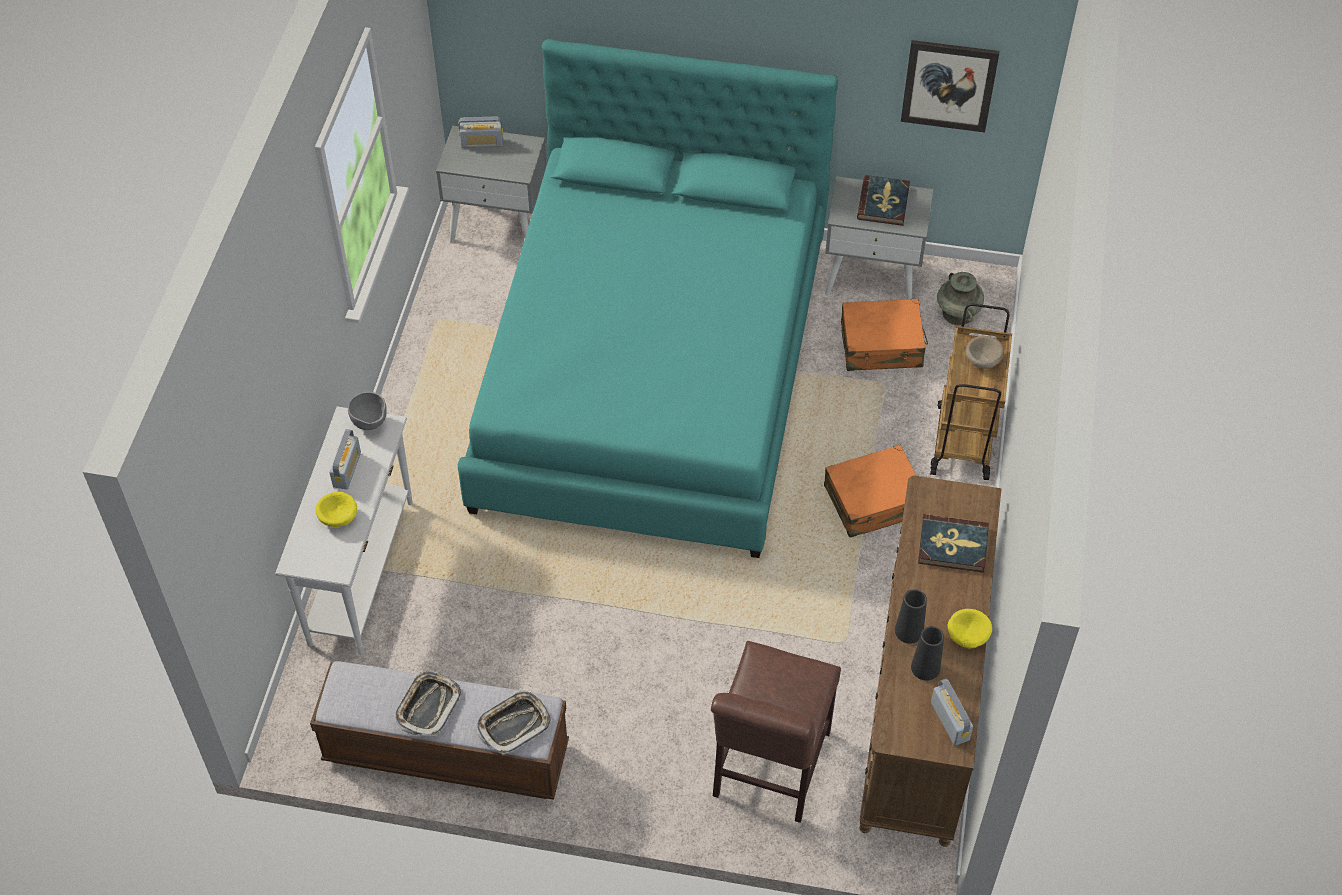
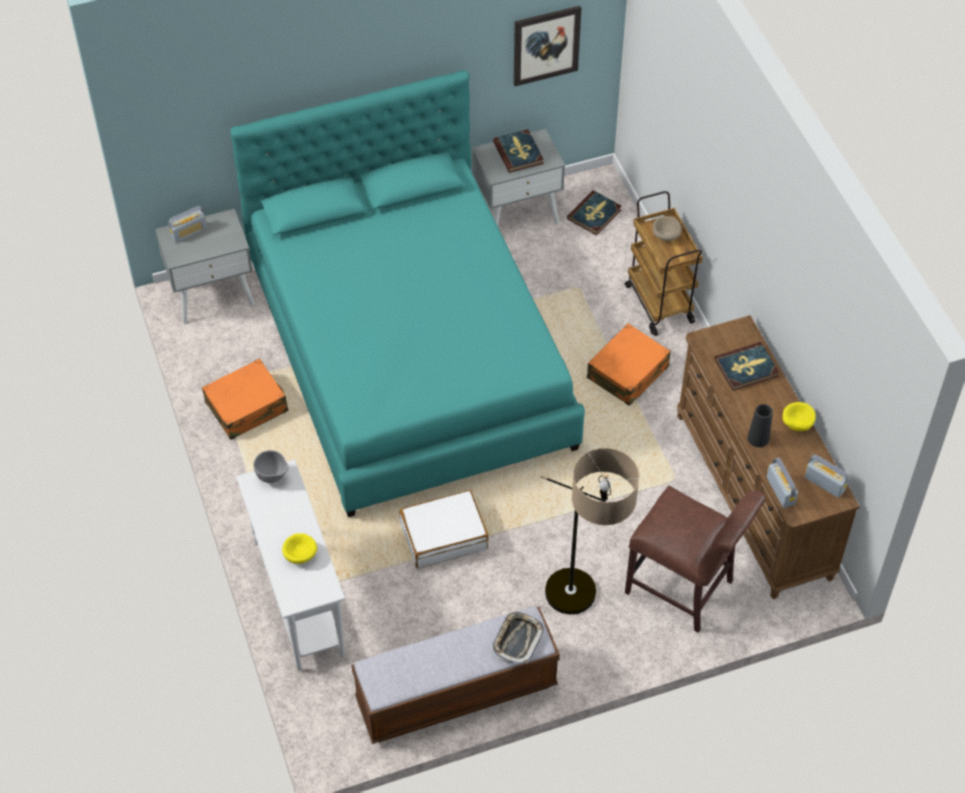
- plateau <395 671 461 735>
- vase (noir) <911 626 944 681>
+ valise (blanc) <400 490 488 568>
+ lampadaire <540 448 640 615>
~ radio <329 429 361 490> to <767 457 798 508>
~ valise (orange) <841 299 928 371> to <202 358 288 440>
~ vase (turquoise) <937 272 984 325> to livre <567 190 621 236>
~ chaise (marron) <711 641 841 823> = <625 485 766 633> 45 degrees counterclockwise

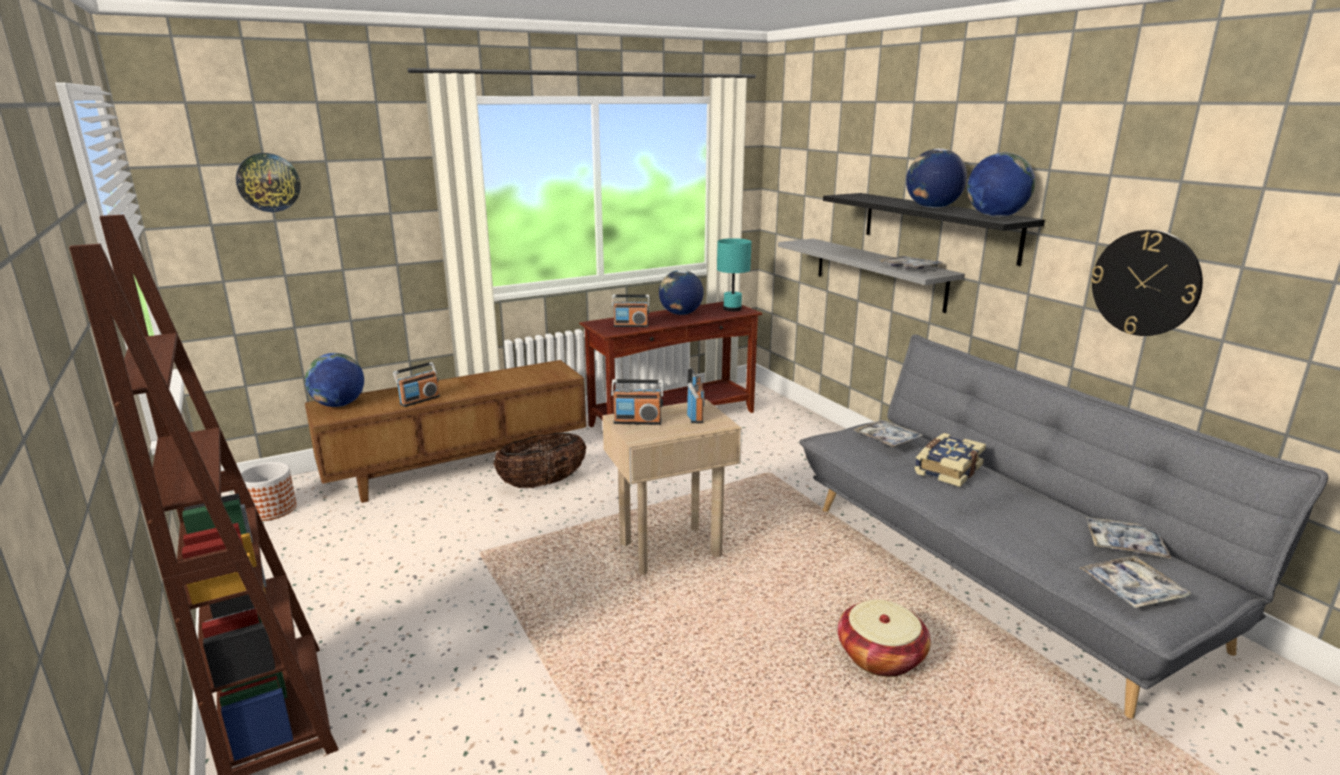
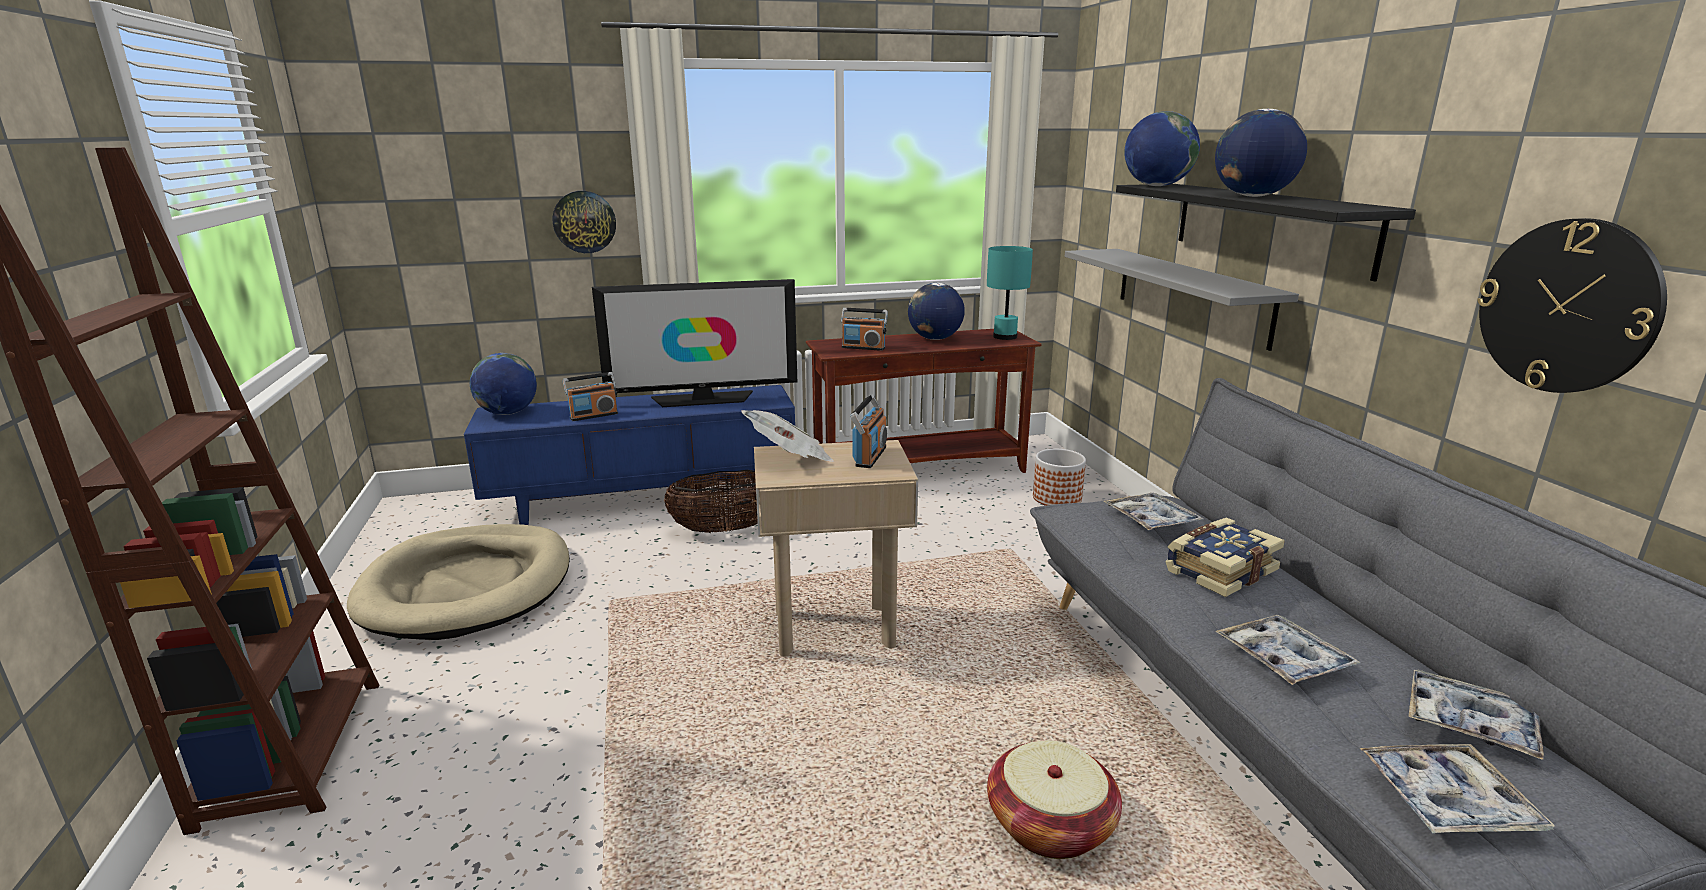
+ panier pour chien (beige) <347 524 570 640>
+ téléviseur <592 279 797 407>
~ horloge murale <236 153 301 212> to <553 191 616 253>
~ cache-pot <241 462 297 521> to <1033 449 1086 506>
~ plateau <880 256 943 270> to <1215 615 1360 685>
~ globe <967 153 1035 217> to <1124 111 1200 186>
~ radio <611 379 664 425> to journal <741 410 834 462>
~ meuble télé (marron) <305 360 586 503> to meuble télé (bleu) <464 385 795 525>

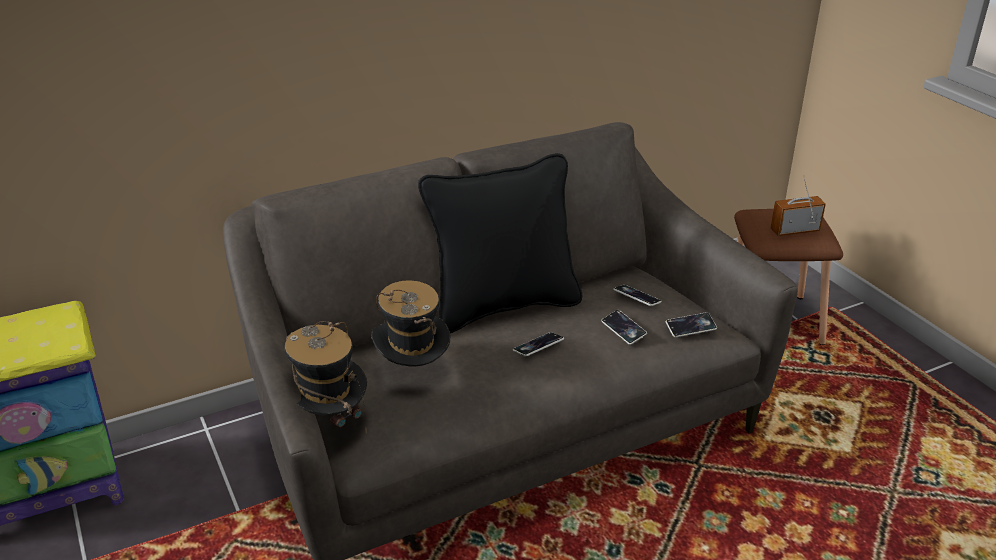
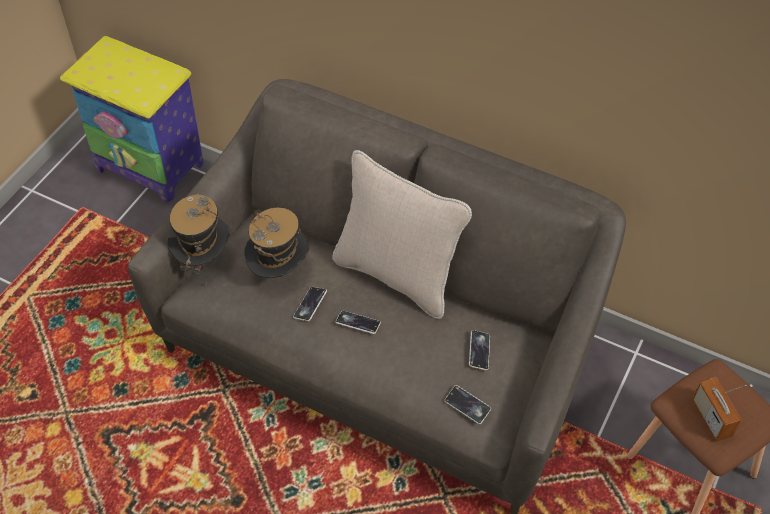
~ téléphone <601 310 647 345> to <293 287 327 321>
~ coussin (noir) <418 153 582 333> to coussin (beige) <332 150 472 319>
~ radio <770 175 826 236> = <692 377 747 441> 150 degrees counterclockwise

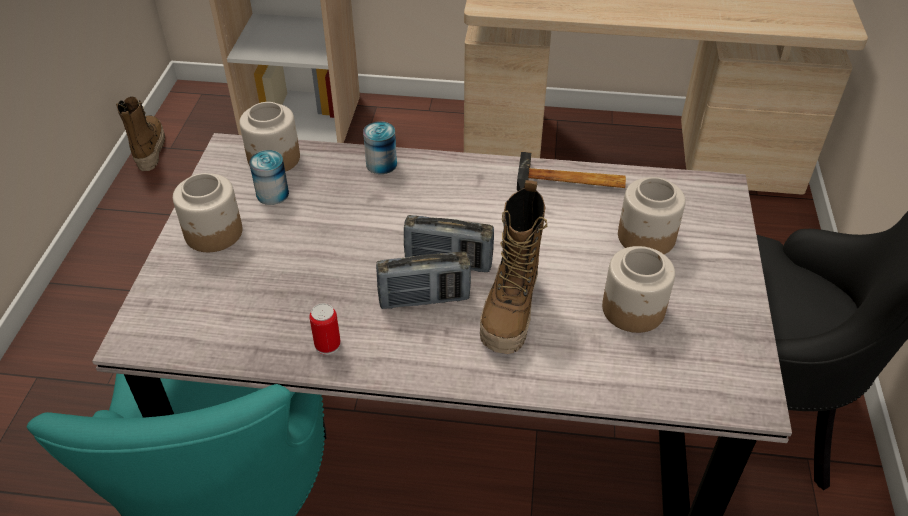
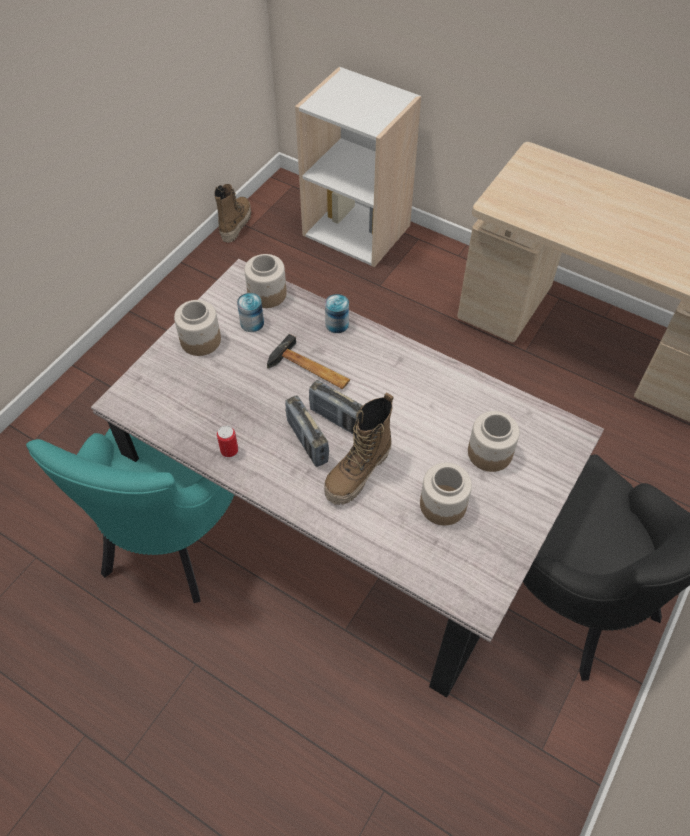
~ marteau <517 152 626 191> to <267 334 350 389>
~ radio <376 252 471 309> = <285 395 329 467> 45 degrees clockwise

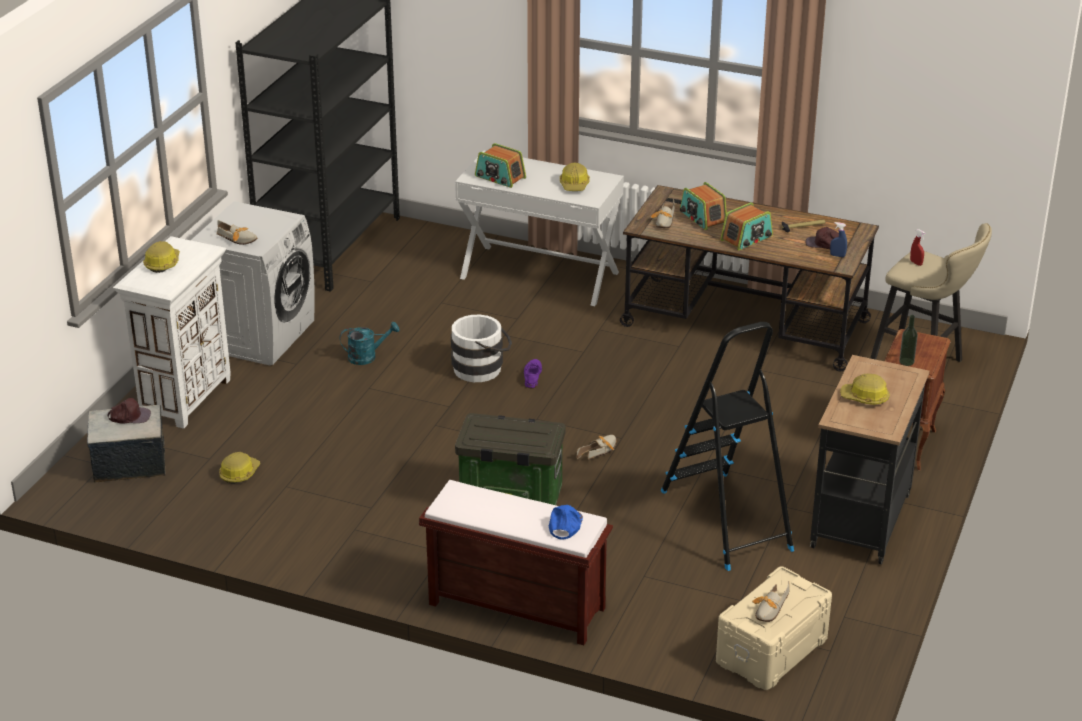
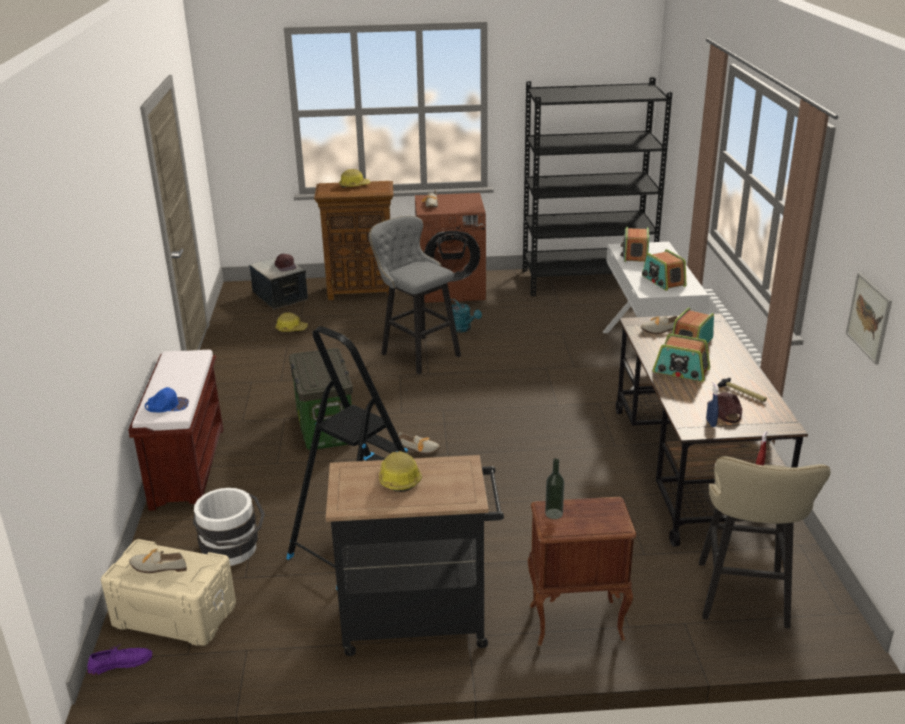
+ tabouret (gris) <368 216 461 374>
+ tableau <846 273 892 365>
~ seau (blanc) <451 315 512 382> to <193 488 265 566>
~ chaussure (violet) <524 359 542 388> to <87 644 153 675>
~ casque de chantier <560 163 590 191> to radio <642 249 686 291>
~ meuble de rangement (blanc) <113 236 230 429> to meuble de rangement (marron) <314 181 393 301>
~ lave-linge (blanc) <191 201 315 366> to lave-linge (marron) <415 193 486 303>

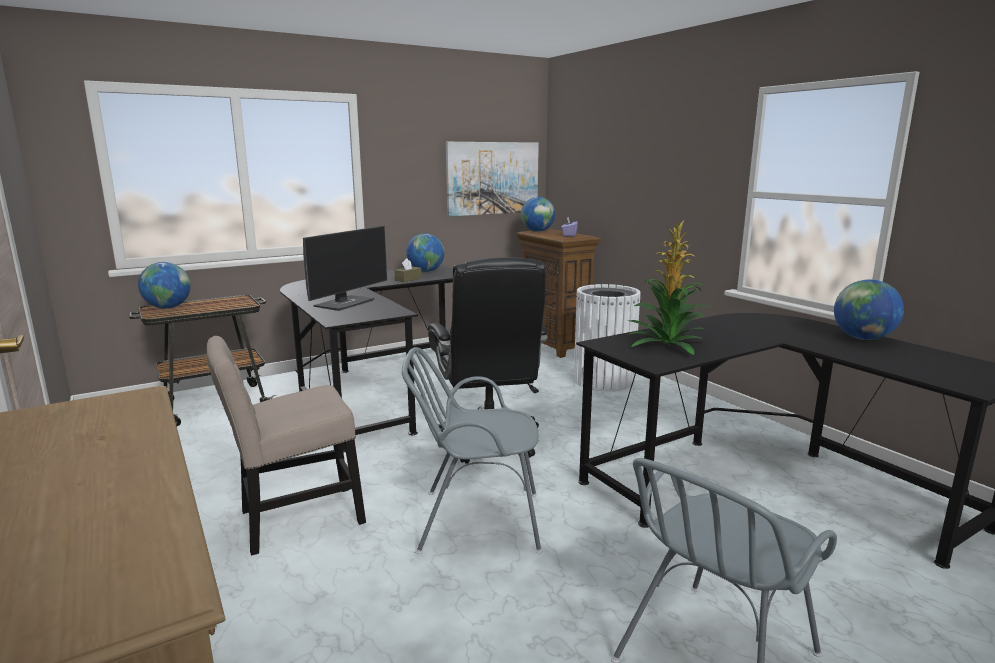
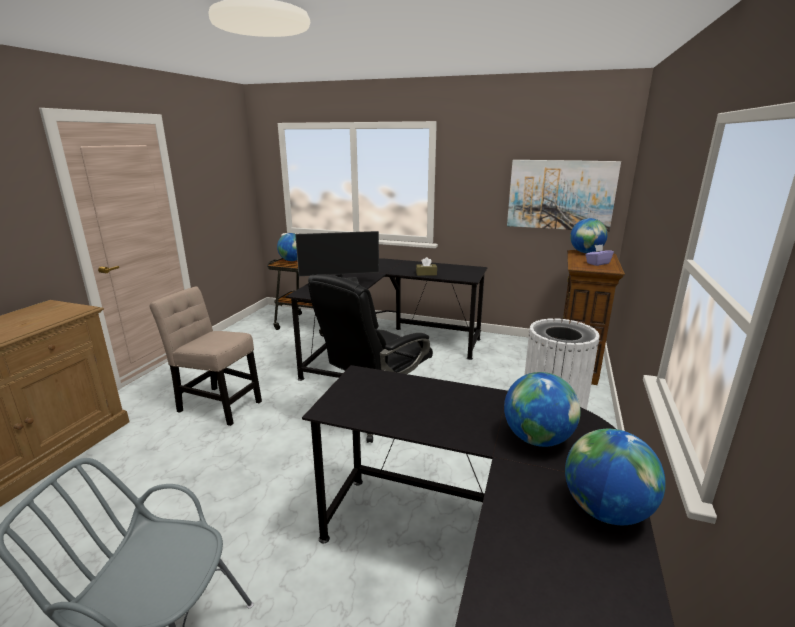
- chaise (gris) <402 347 542 554>
- plante en pot <628 220 712 355>
~ globe <406 233 444 272> to <504 372 581 447>

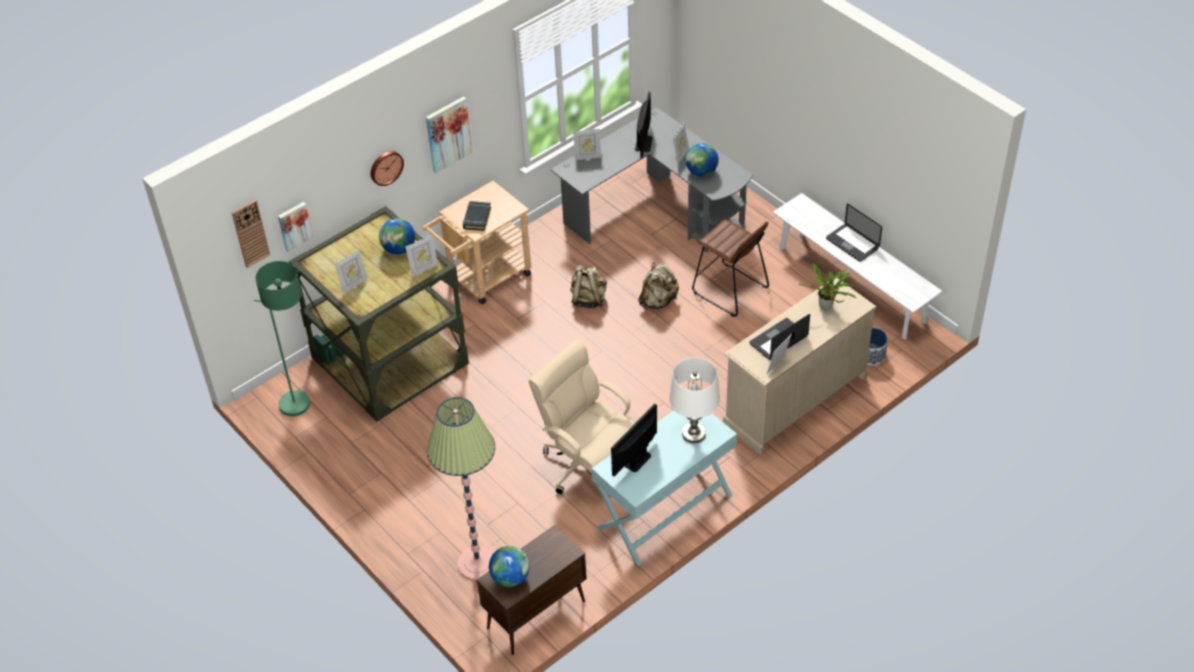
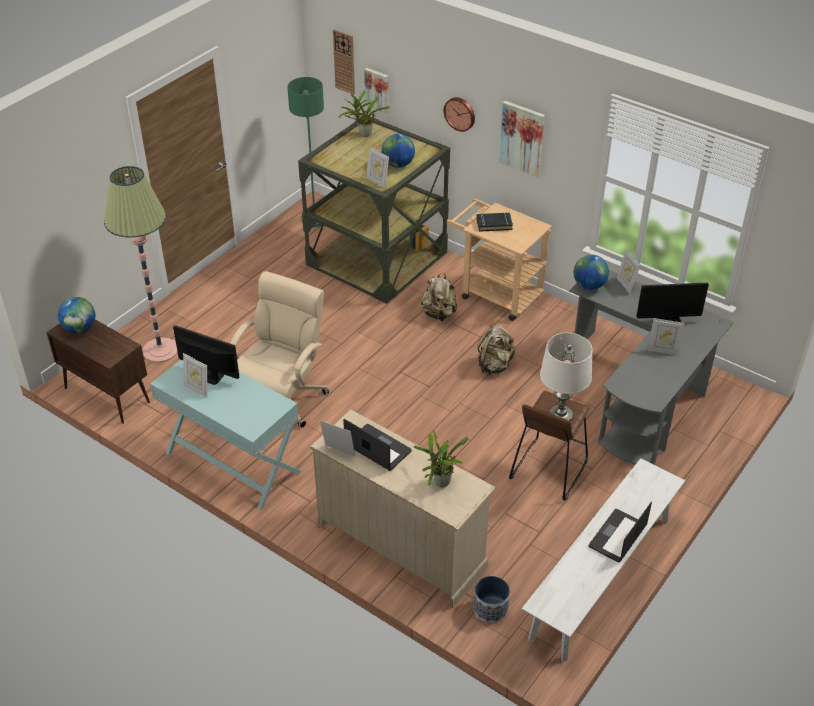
+ plante en pot <338 91 390 137>
~ cadre photo <335 250 368 294> to <183 353 207 398>
~ sac à dos (beige) <638 262 679 309> to <421 273 457 321>
~ lampe de table (blanc) <669 358 720 443> to <540 333 593 422>
~ globe <685 143 719 177> to <574 255 609 290>

